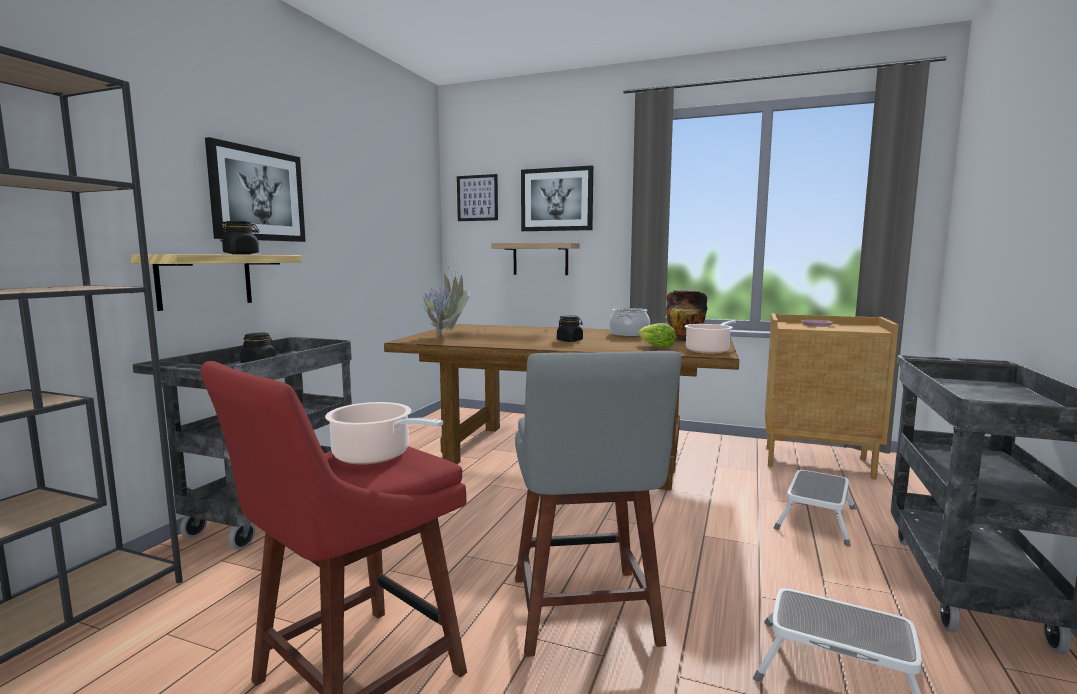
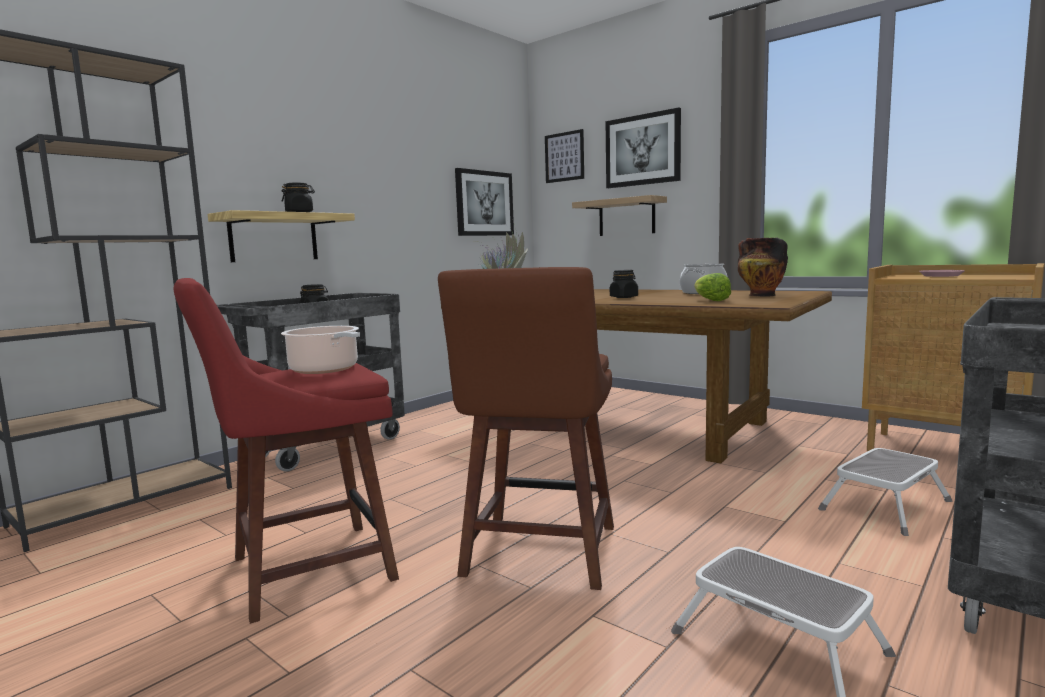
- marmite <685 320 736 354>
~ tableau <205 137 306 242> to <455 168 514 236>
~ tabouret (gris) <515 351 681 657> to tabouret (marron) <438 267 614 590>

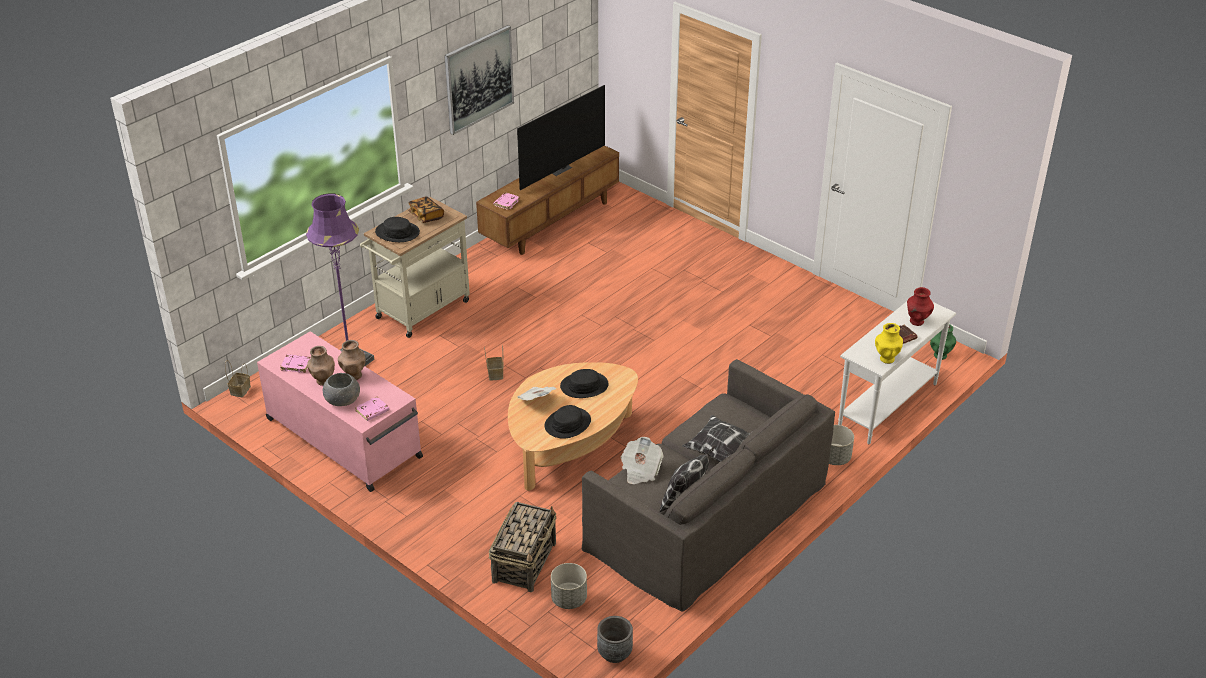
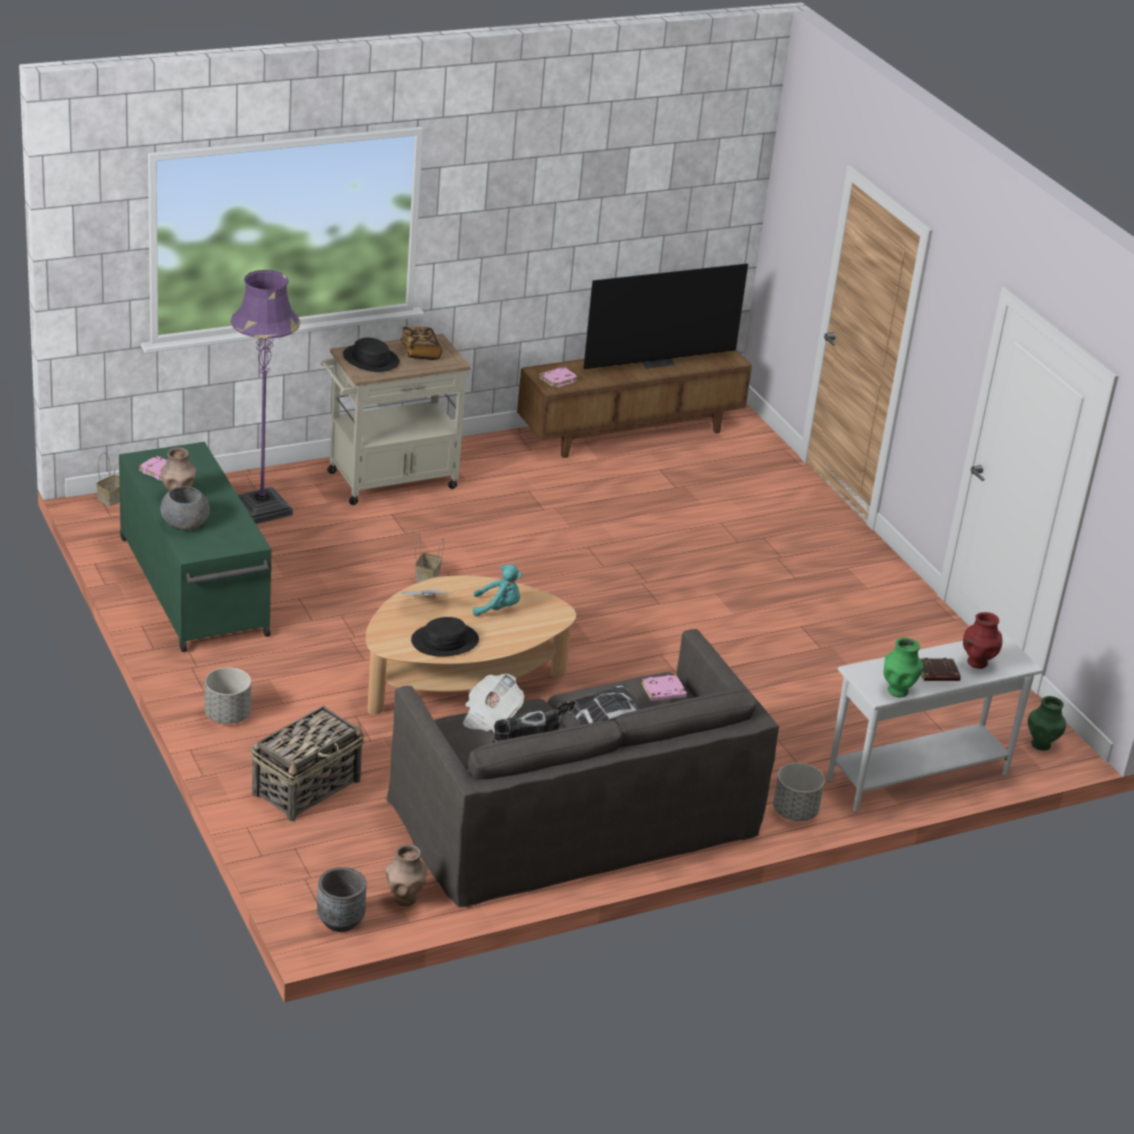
- tableau <444 25 514 135>
~ vase (marron) <338 340 366 380> to <385 845 427 906>
~ livre (rose) <355 396 390 421> to <641 675 687 701>
~ cache-pot (gris) <551 563 587 609> to <205 668 251 724>
~ chapeau (noir) <560 369 609 398> to peluche (turquoise) <473 564 522 617>
~ meuble de rangement (rose) <257 331 423 492> to meuble de rangement (vert) <119 442 272 652>
~ vase (jaune) <875 323 903 364> to vase (vert) <884 638 924 697>

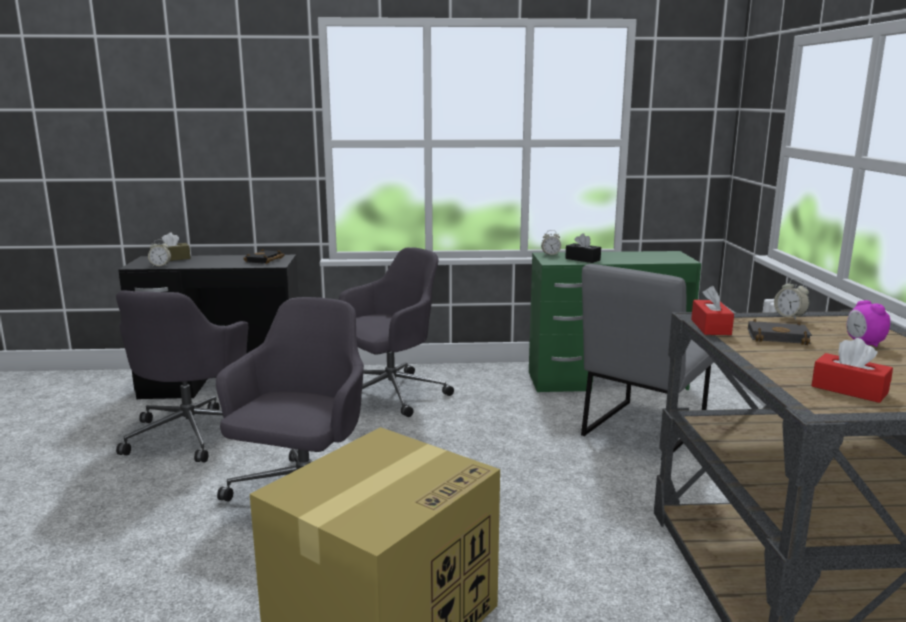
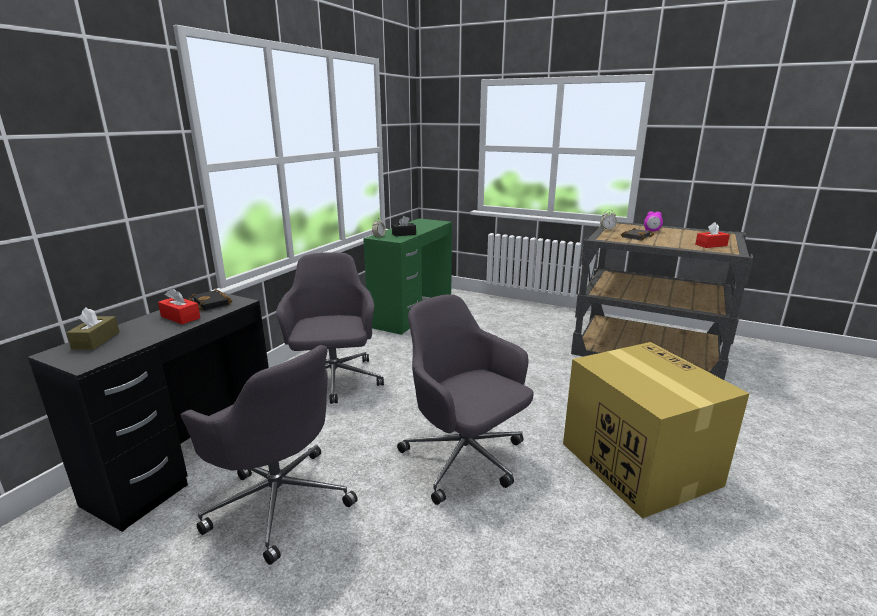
- réveil <148 240 171 267>
- chaise (gris) <581 264 714 458>
~ boîte à mouchoirs (rouge) <691 286 734 335> to <158 288 200 324>

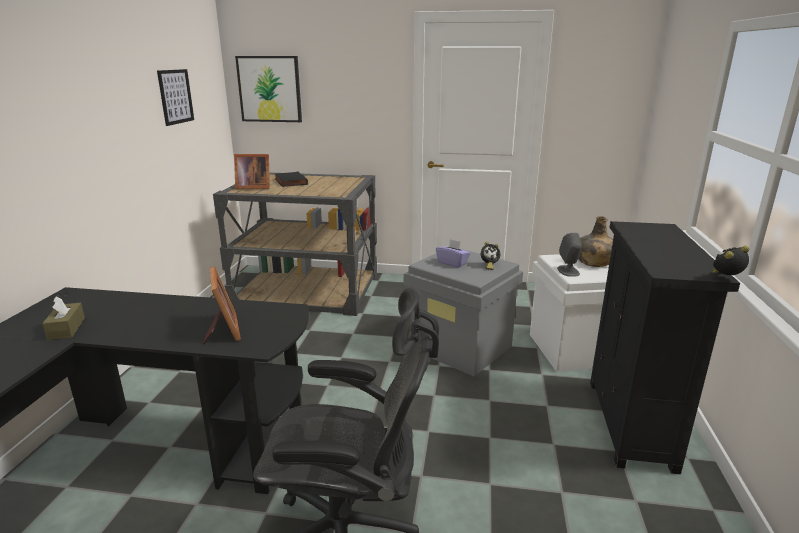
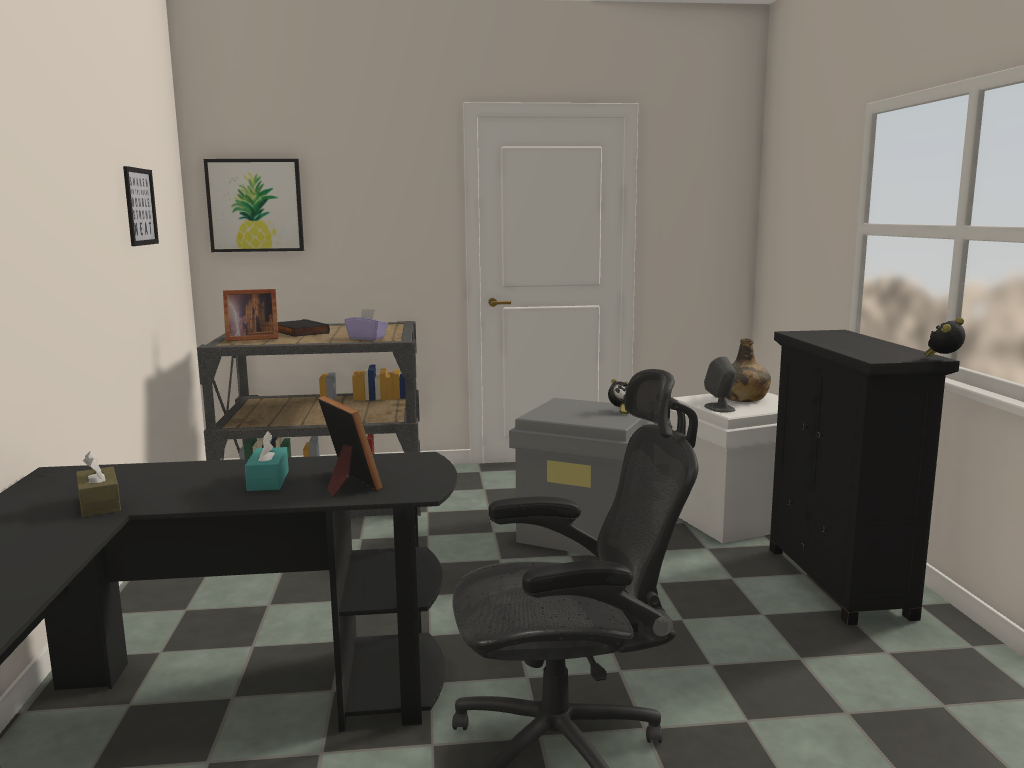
+ boîte à mouchoirs (turquoise) <245 431 289 491>
~ boîte à mouchoirs (violet) <436 239 470 268> to <345 309 388 340>

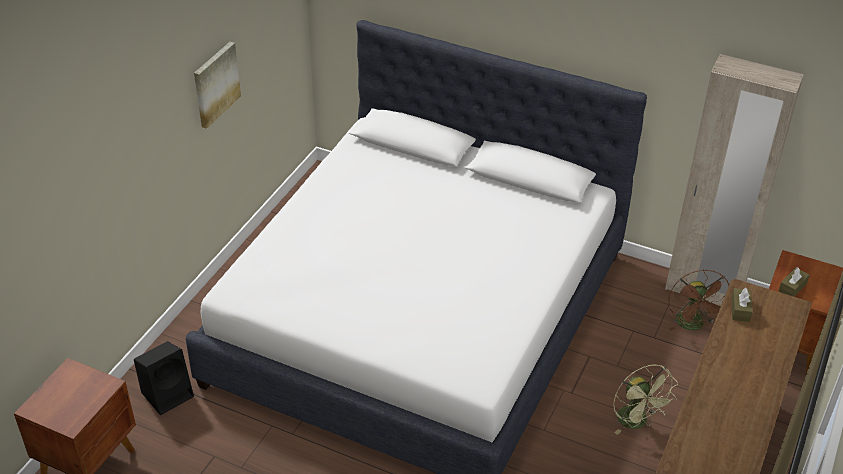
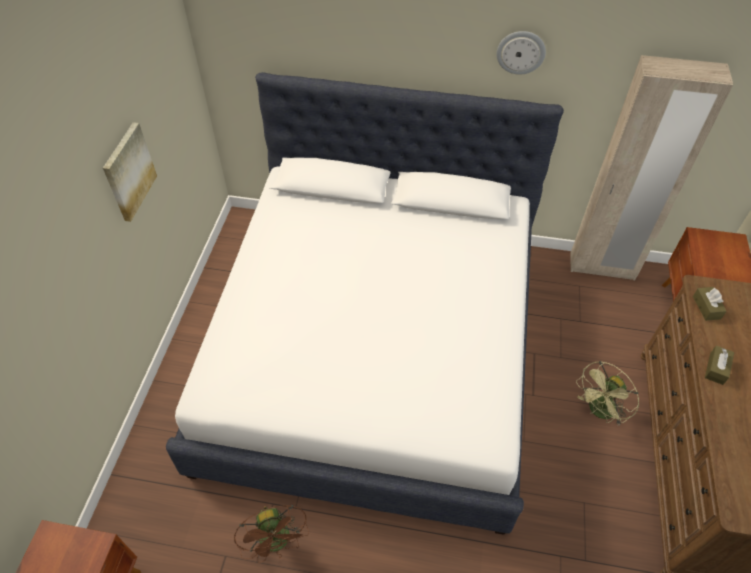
- enceinte (noir) <134 341 194 415>
+ horloge murale <496 31 546 75>
~ ventilateur (marron) <669 269 729 331> to <234 505 309 563>
~ boîte à mouchoirs (marron) <778 267 810 297> to <705 346 734 385>
~ ventilateur (vert) <613 365 678 435> = <576 361 639 425> 90 degrees clockwise

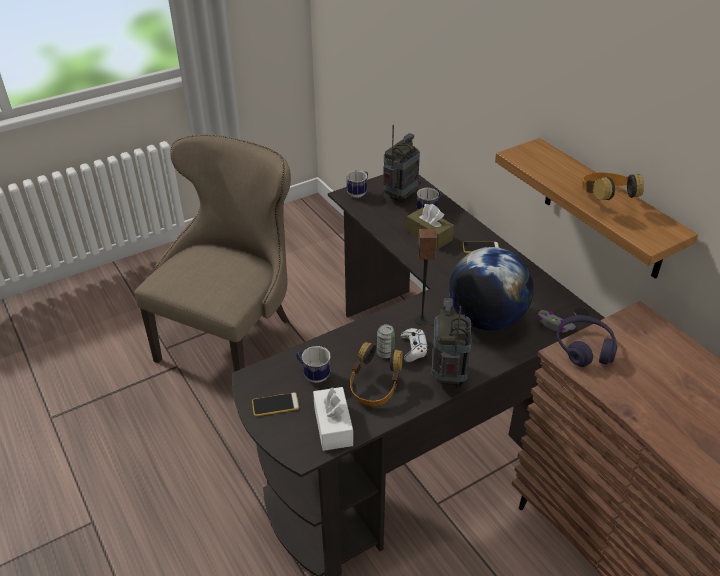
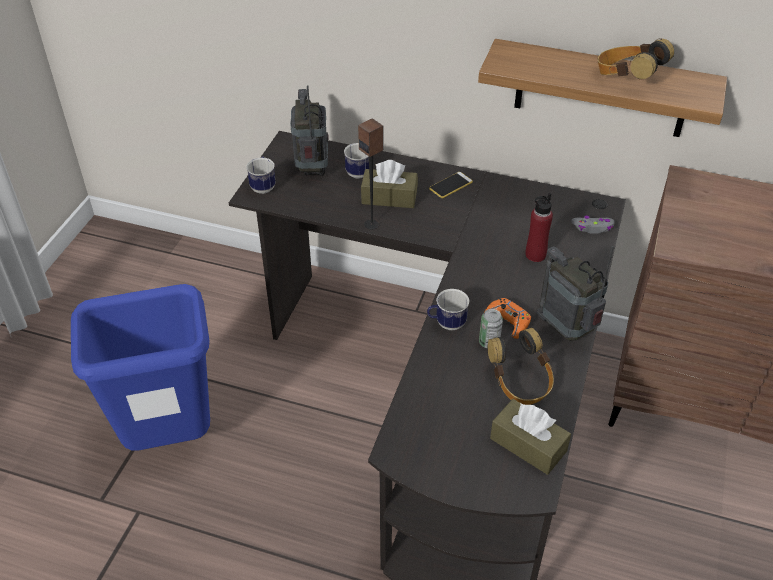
- téléphone <252 392 299 416>
- casque audio (violet) <557 315 618 367>
~ mug <296 346 331 383> to <427 289 470 330>
~ enceinte <415 229 437 325> to <358 118 383 229>
~ chaise (beige) <135 134 291 372> to poubelle (bleu) <71 284 210 451>
~ globe <449 247 534 330> to bouteille (rouge) <525 193 553 262>
~ boîte à mouchoirs (blanc) <313 387 353 451> to boîte à mouchoirs (marron) <490 399 571 475>
~ manette (blanc) <400 328 428 362> to manette (orange) <485 298 531 339>

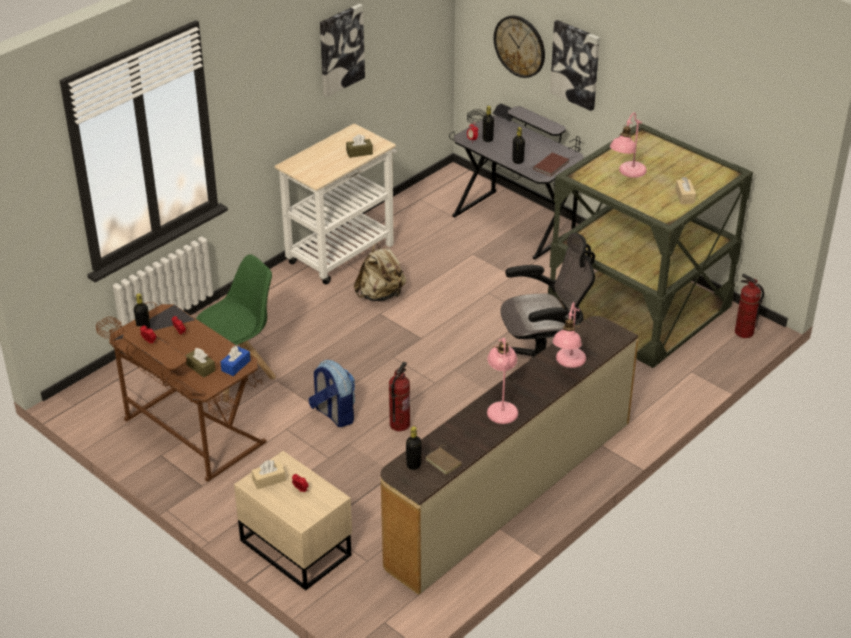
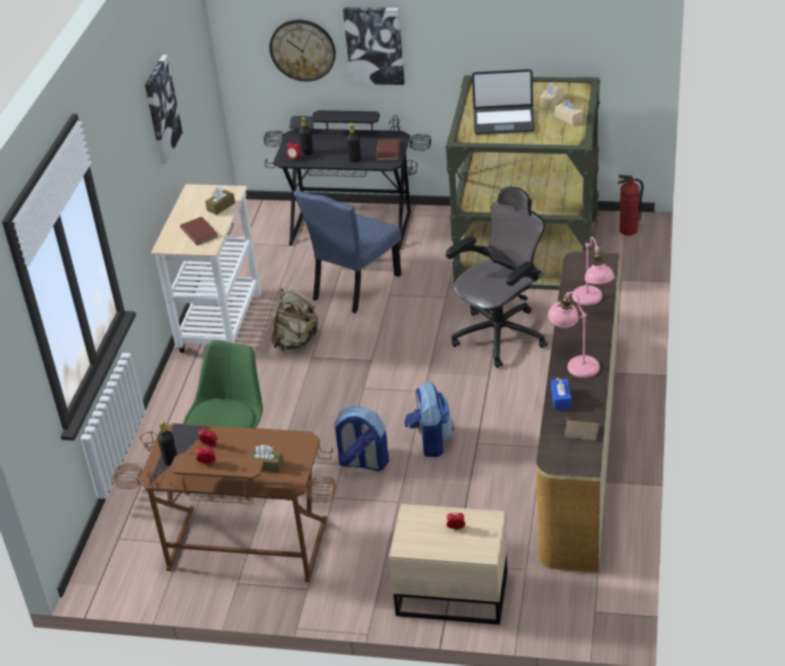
- bouteille (noir) <406 426 422 470>
+ livre (marron) <180 217 218 245>
+ chaise (bleu) <294 190 401 313>
~ boîte à mouchoirs (bleu) <221 346 251 376> to <551 378 571 410>
~ boîte à mouchoirs (beige) <251 460 286 489> to <539 82 563 109>
~ extincteur <389 362 410 431> to sac à dos <404 383 454 457>
~ lampe de table (rose) <610 112 647 178> to ordinateur portable <472 69 535 134>

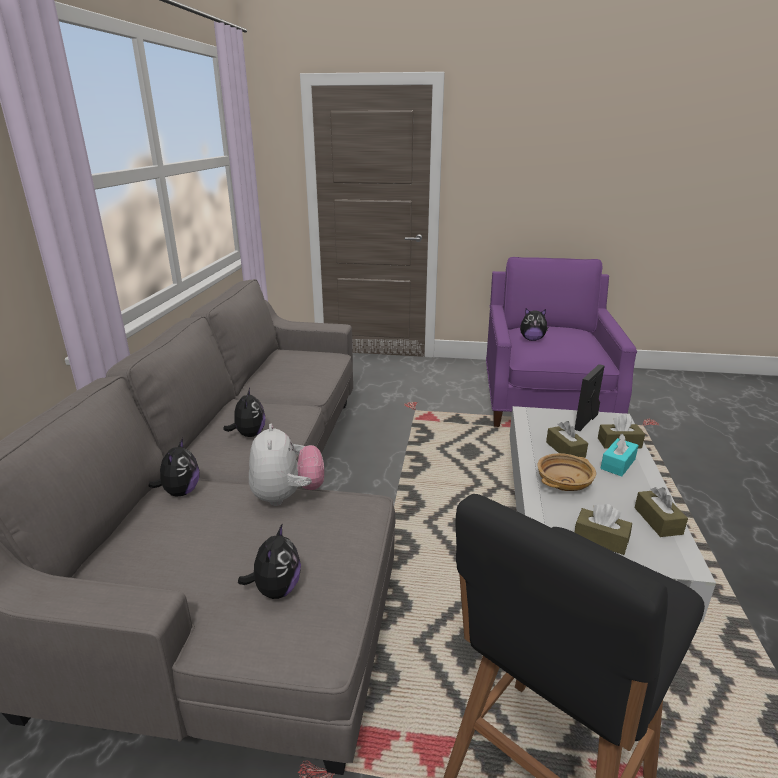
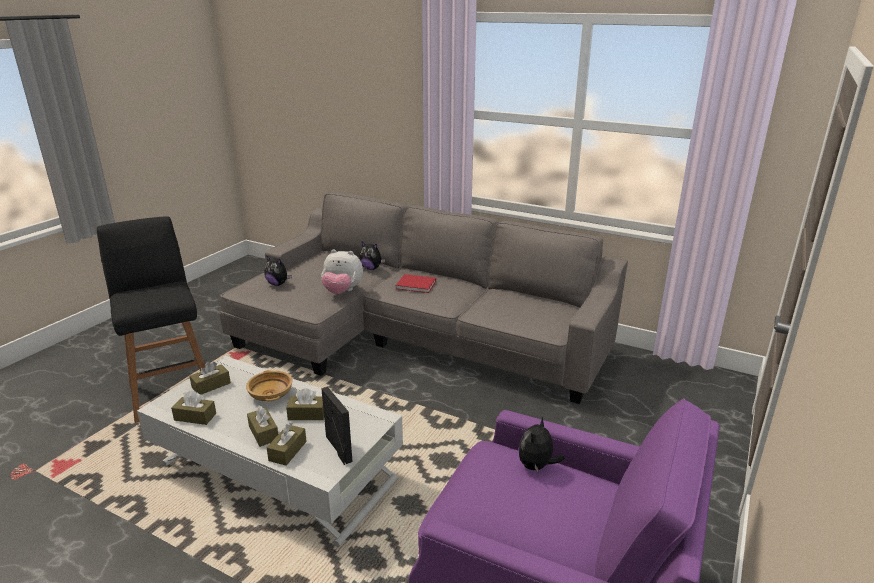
~ peluche <223 388 265 437> to livre (rouge) <396 274 436 293>
~ boîte à mouchoirs (turquoise) <600 433 639 477> to boîte à mouchoirs (marron) <247 406 278 447>

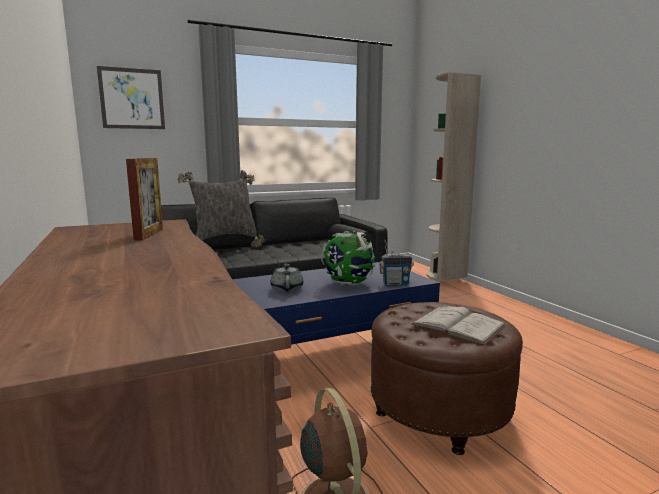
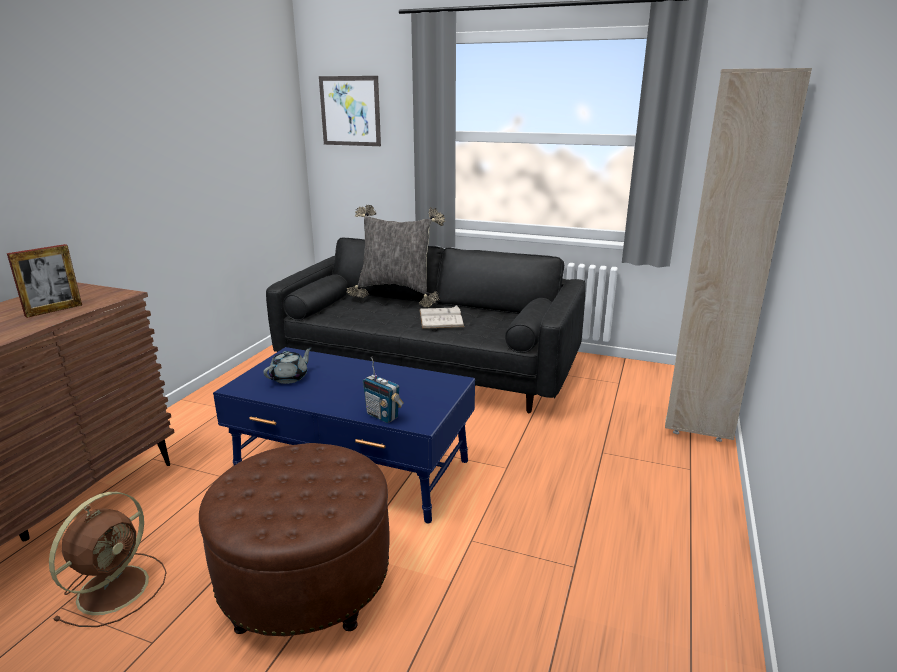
- globe <321 231 375 286>
~ livre (blanc) <411 304 506 345> to <419 305 464 329>

